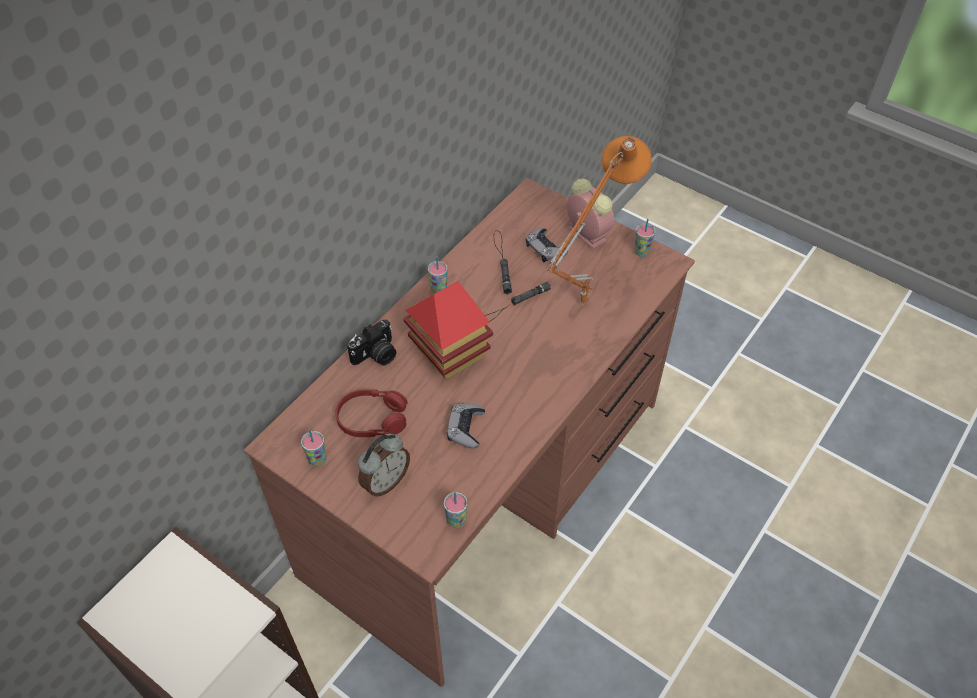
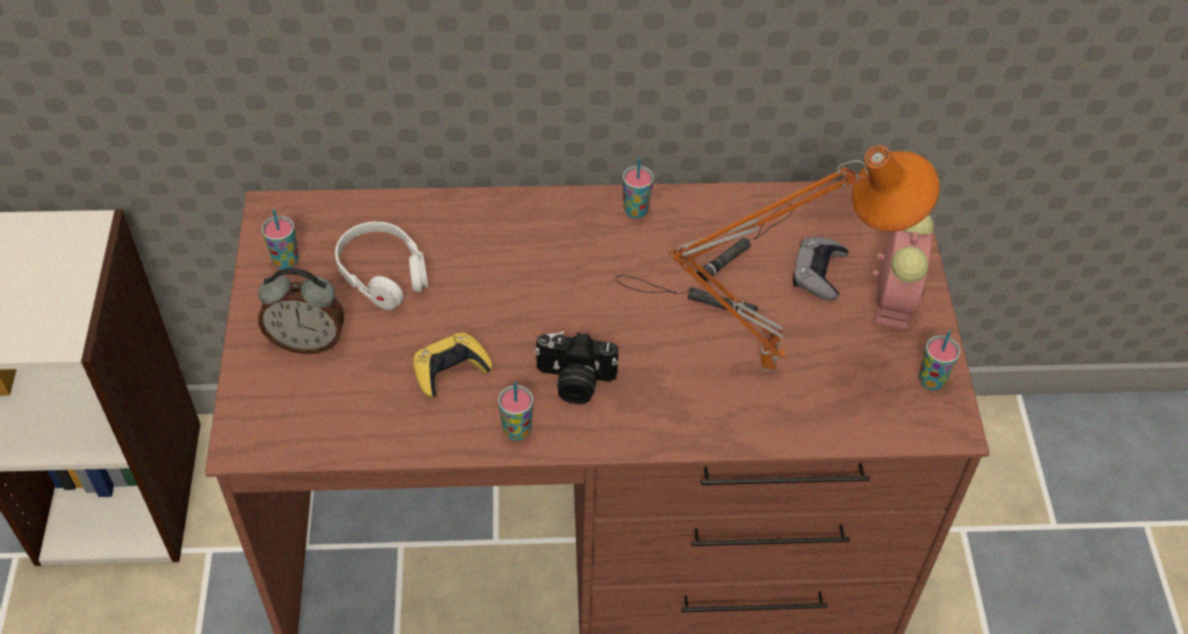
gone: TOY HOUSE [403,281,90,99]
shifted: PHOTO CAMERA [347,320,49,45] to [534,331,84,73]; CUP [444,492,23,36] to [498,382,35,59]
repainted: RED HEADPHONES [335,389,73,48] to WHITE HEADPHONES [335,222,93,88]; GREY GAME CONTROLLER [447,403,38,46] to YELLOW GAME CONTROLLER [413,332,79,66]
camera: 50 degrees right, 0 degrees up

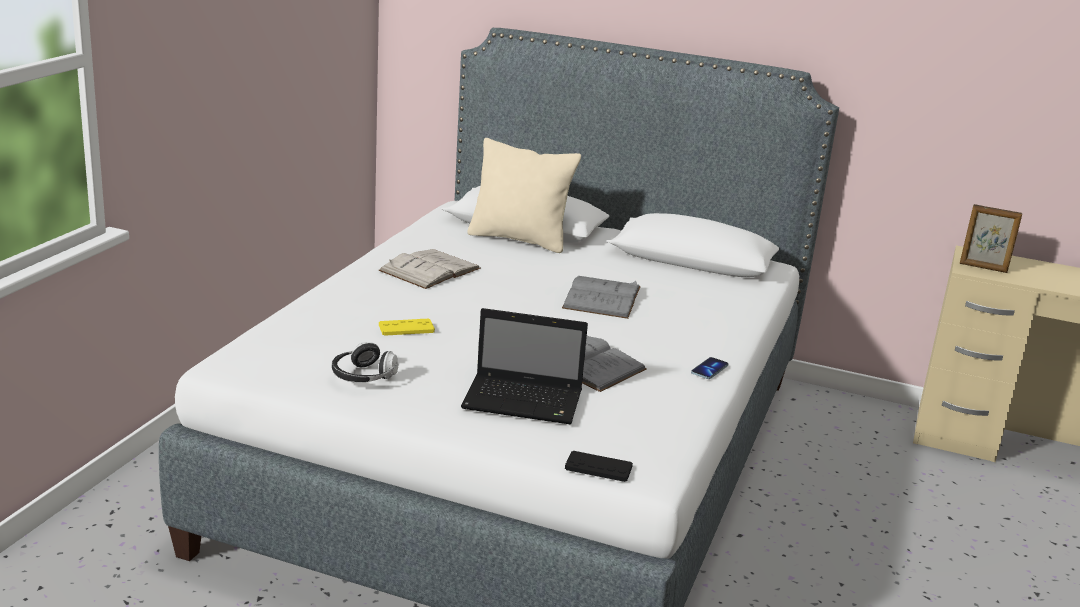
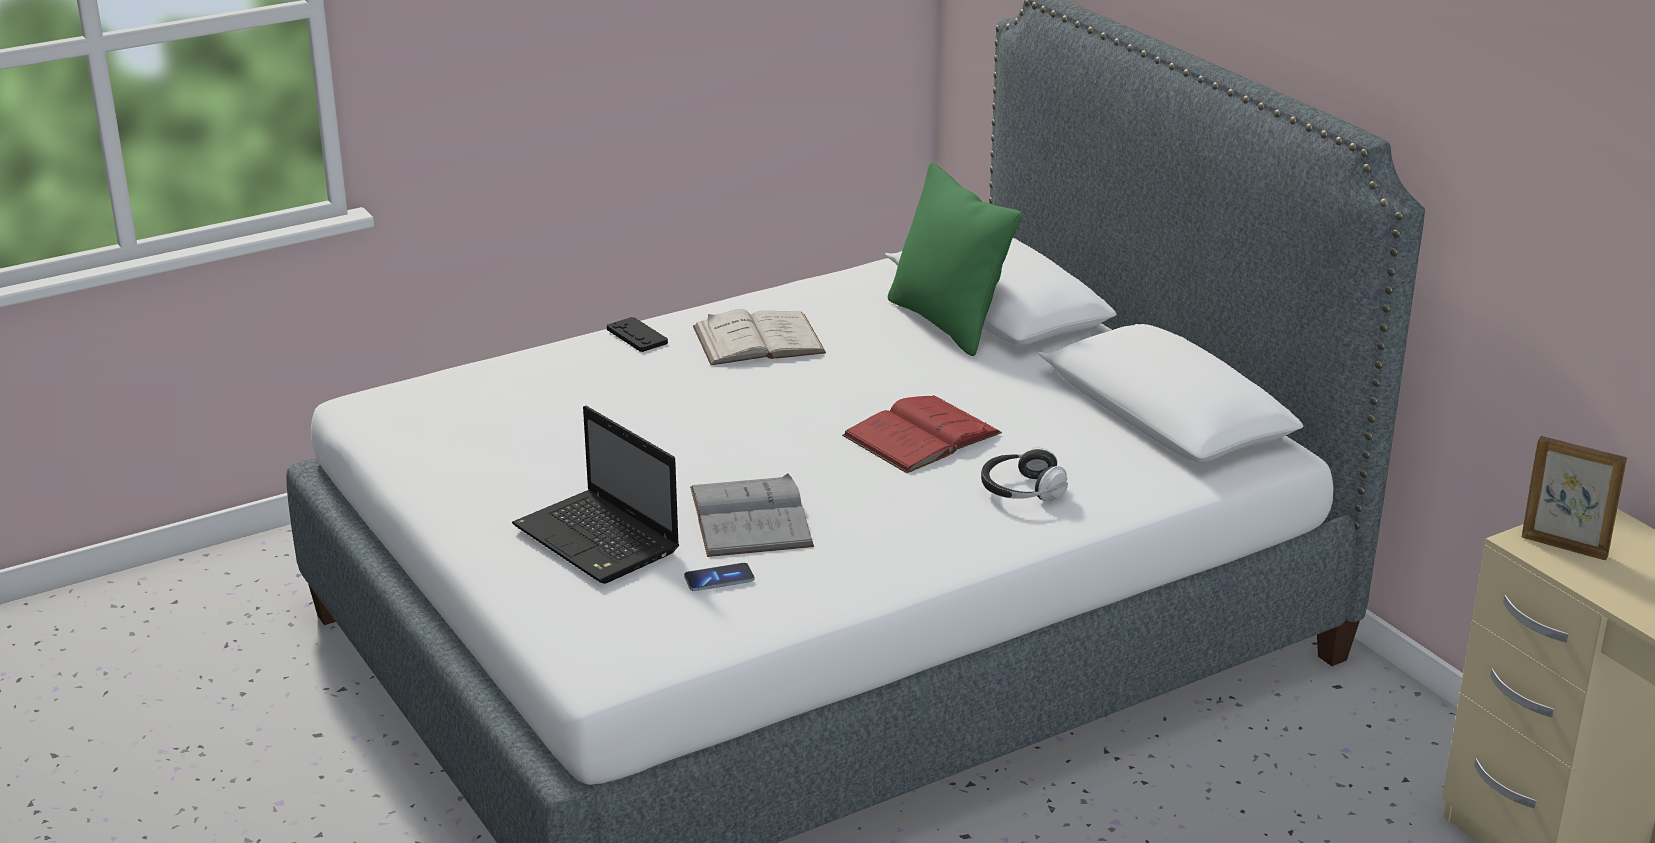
gone: YELLOW GAME CONTROLLER [379,319,56,17]
shifted: HEADPHONES [332,342,66,40] to [981,447,87,54]; BLACK GAME CONTROLLER [565,451,68,31] to [607,317,61,35]; PHONE [691,357,37,22] to [684,563,70,28]
repainted: BEIGE PILLOW [467,138,114,115] to GREEN PILLOW [888,162,134,194]; GREY BOOK [562,276,79,43] to RED BOOK [842,395,160,78]
rotated: PICTURE FRAME [960,204,62,69] = [1522,436,105,125] 150 degrees clockwise
camera: 40 degrees right, 5 degrees up

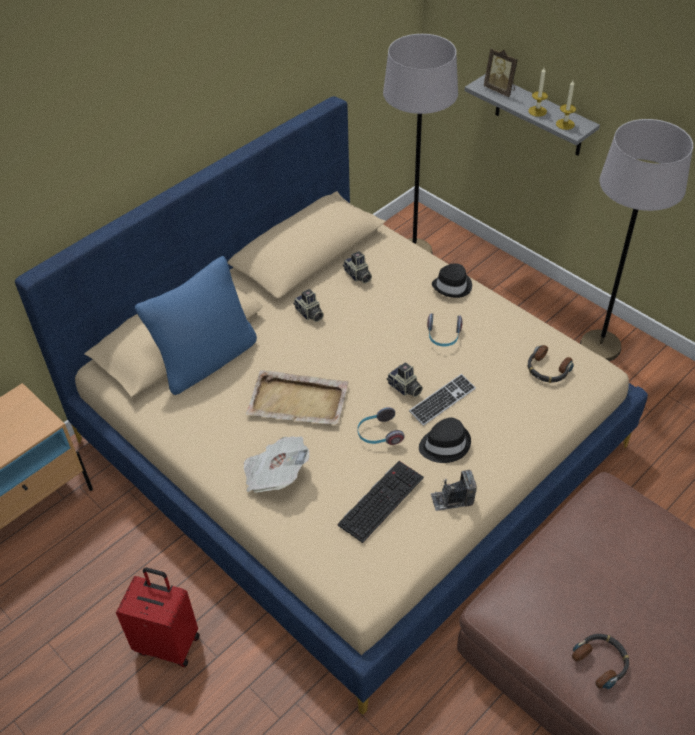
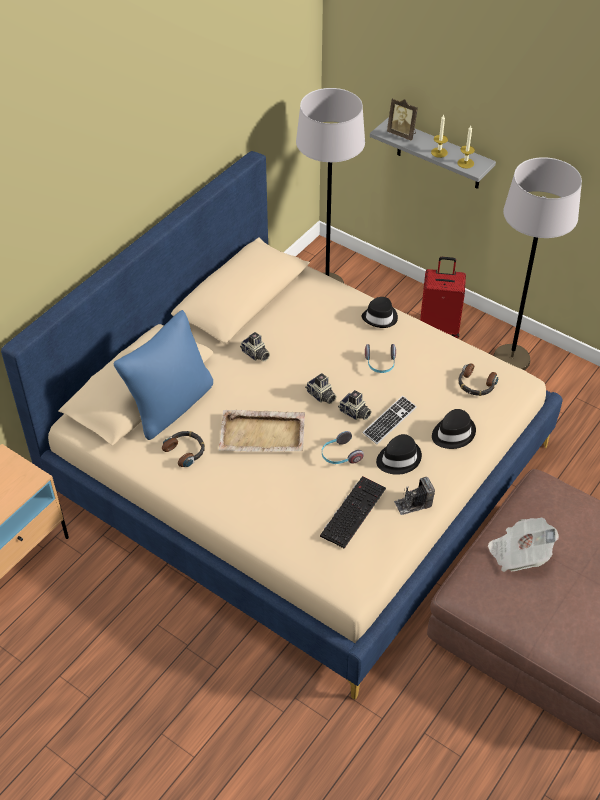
new: BLACK HAT [432,409,44,40]
shifted: RED SUITCASE [116,567,84,100] to [420,257,46,81]; NEWSPAPER [243,436,66,57] to [488,518,71,54]; PHOTO CAMERA [343,251,29,32] to [305,373,31,31]; HEADPHONES [572,634,57,55] to [162,431,43,36]
camera: 10 degrees left, 0 degrees up

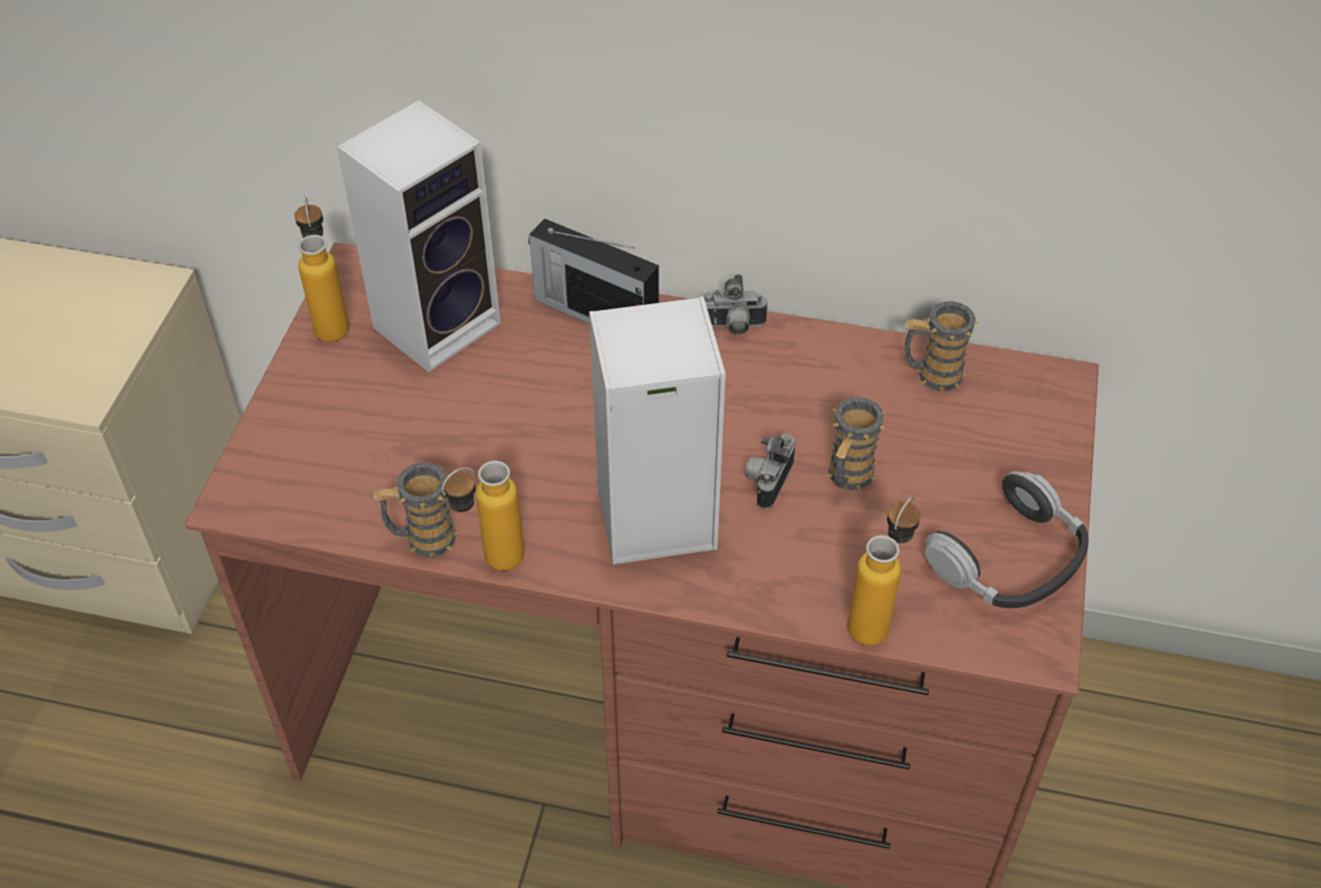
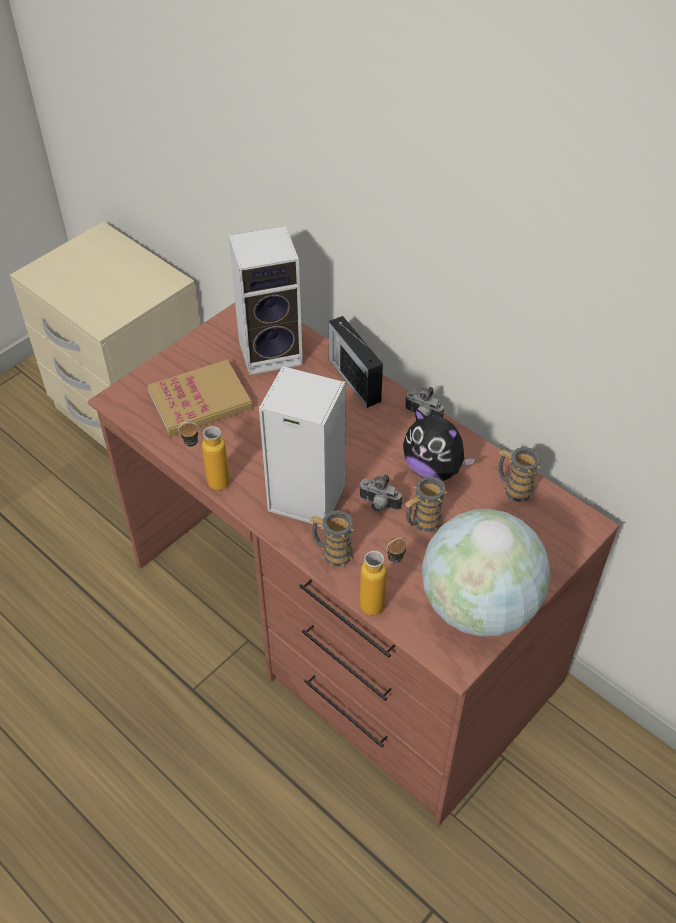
gone: BOTTLE [294,197,55,145]
new: BOOK [147,359,106,77]; PLUSH TOY [403,408,72,73]
shifted: MUG [373,463,87,95] to [310,510,44,57]
swapped: HEADPHONES [925,471,164,137] to GLOBE [422,509,129,128]
rotated: PHOTO CAMERA [745,433,50,76] = [359,474,43,38] 120 degrees counterclockwise
camera: 30 degrees right, 0 degrees up

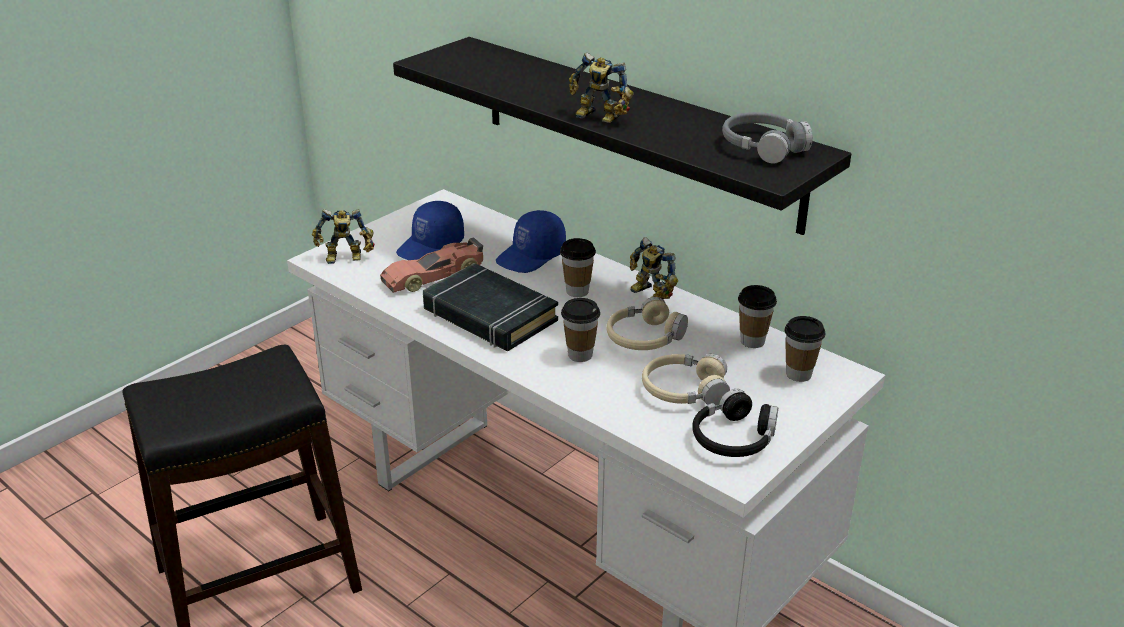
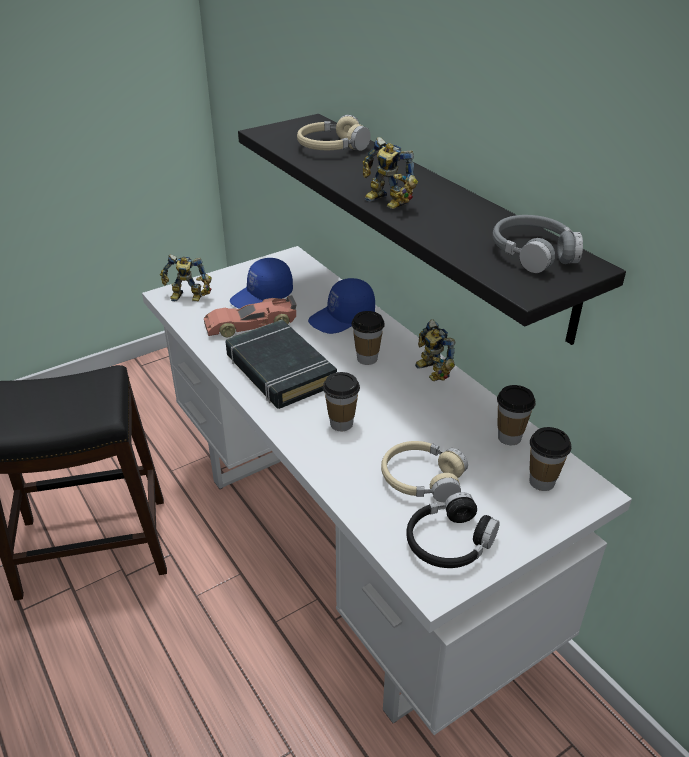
shifted: BEIGE HEADPHONES [607,297,81,53] to [297,115,74,36]
camera: 15 degrees right, 5 degrees up

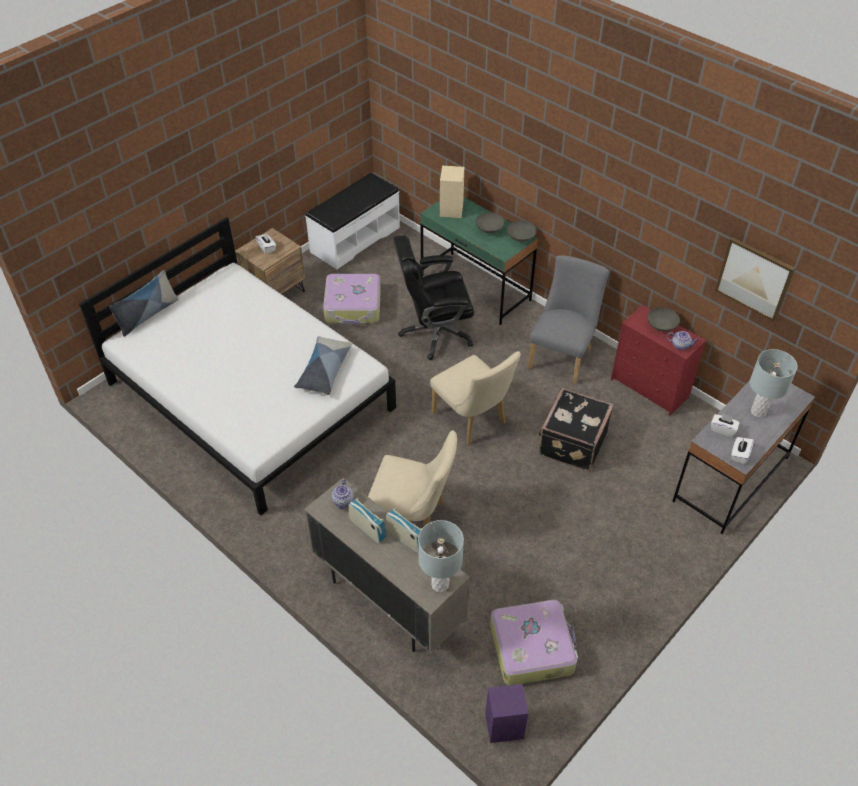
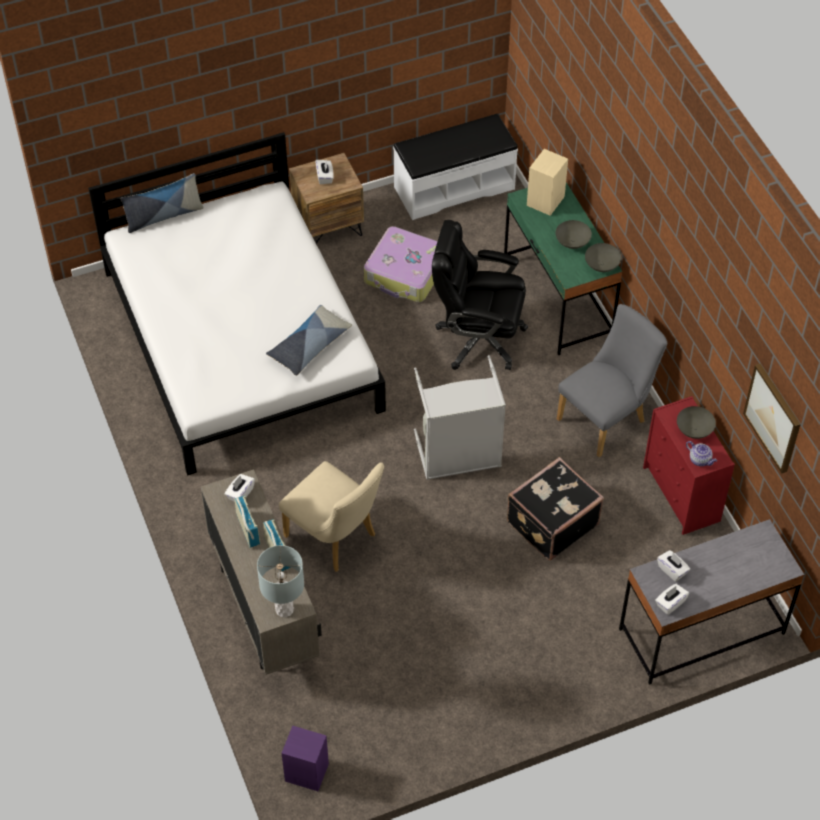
gone: SUITCASE [490,600,88,85]; GREY TABLE LAMP [750,349,47,69]
swapped: TEAPOT [332,479,22,30] to WHITE TISSUE BOX [225,474,30,28]; BEIGE CHAIR [430,351,91,94] to GREY LAUNDRY BASKET [414,355,92,125]
camera: 25 degrees right, 5 degrees up

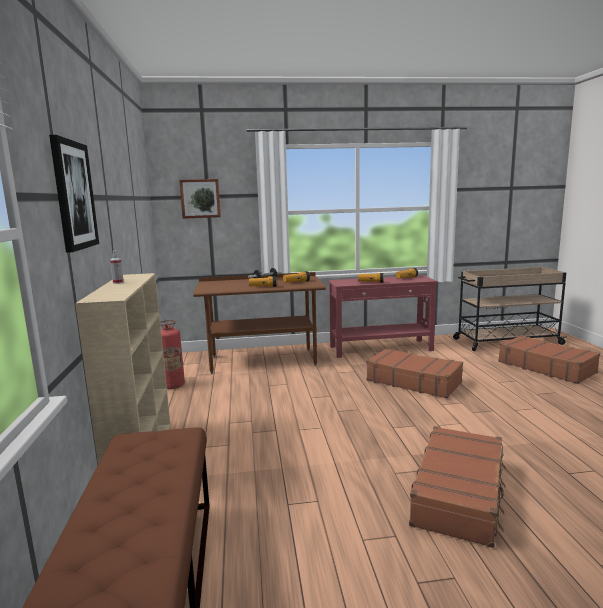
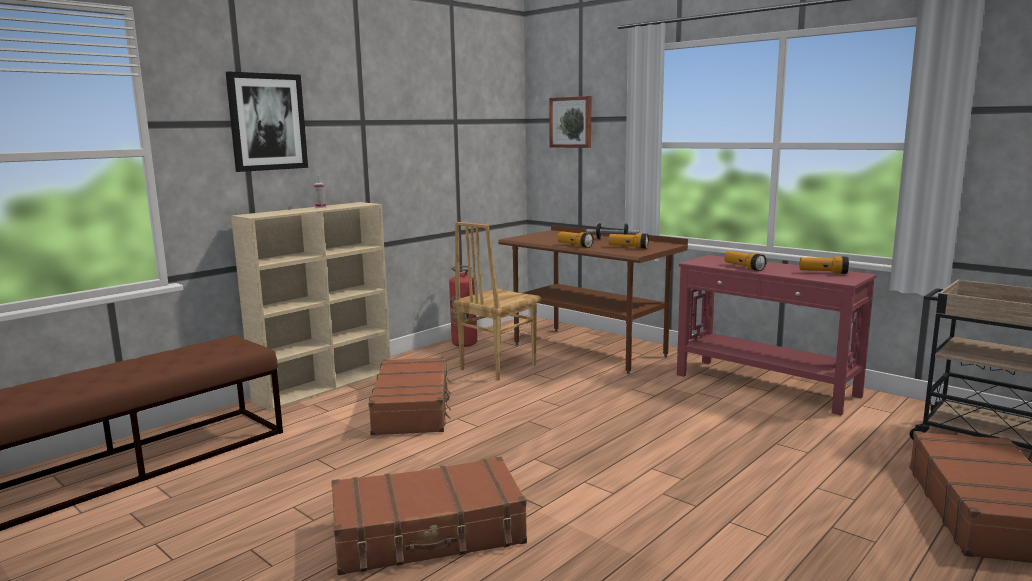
new: BROWN CHAIR [454,222,87,158]
shifted: BROWN SUITCASE [367,348,96,50] to [368,357,84,79]
camera: 50 degrees right, 0 degrees up

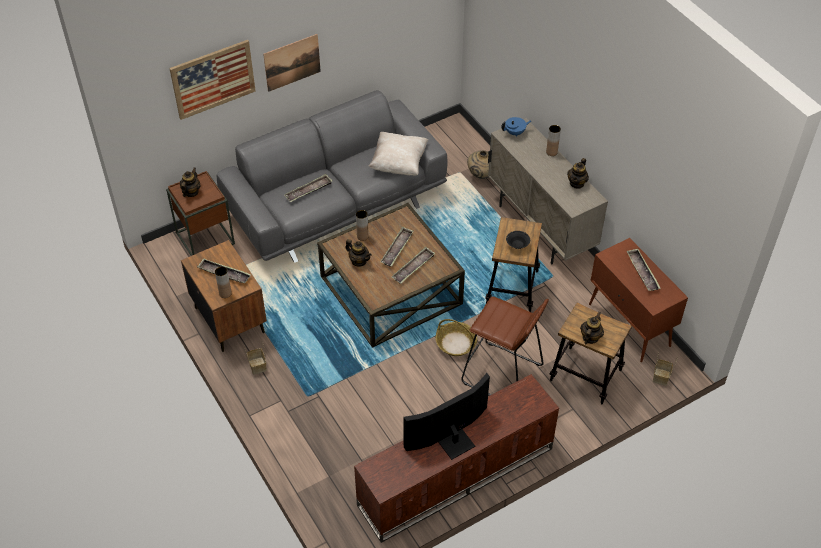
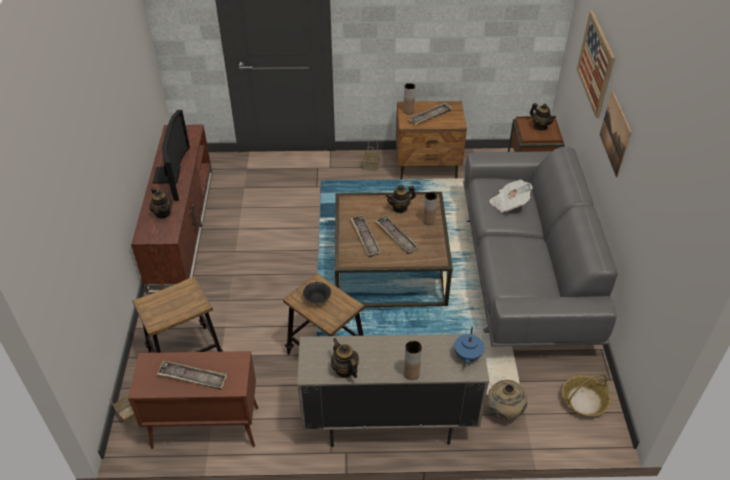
gone: BEIGE PILLOW [368,132,60,43]; BROWN STOOL [461,296,88,100]
shifted: BASKET [436,319,41,37] to [562,374,49,43]; TEAPOT [580,312,24,32] to [149,187,23,31]
swapped: TRAY [284,174,48,28] to NEWSPAPER [489,180,44,33]
camera: 120 degrees right, 5 degrees down

